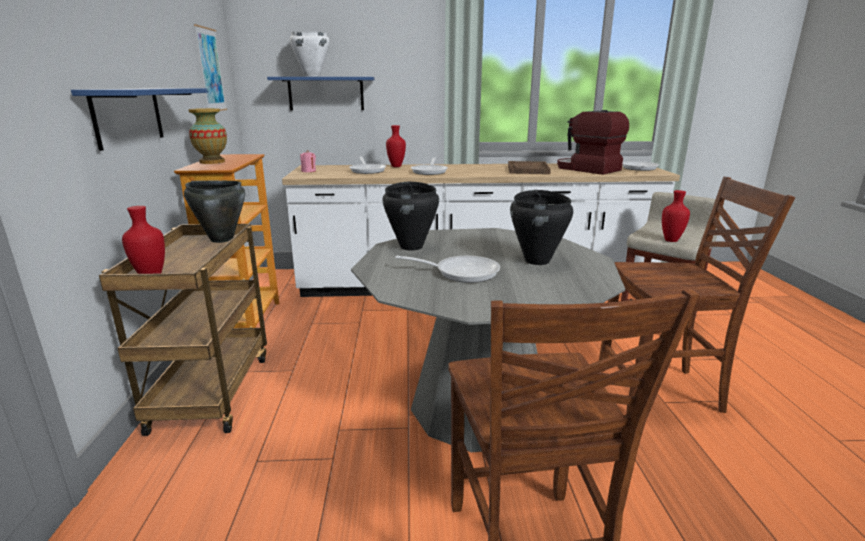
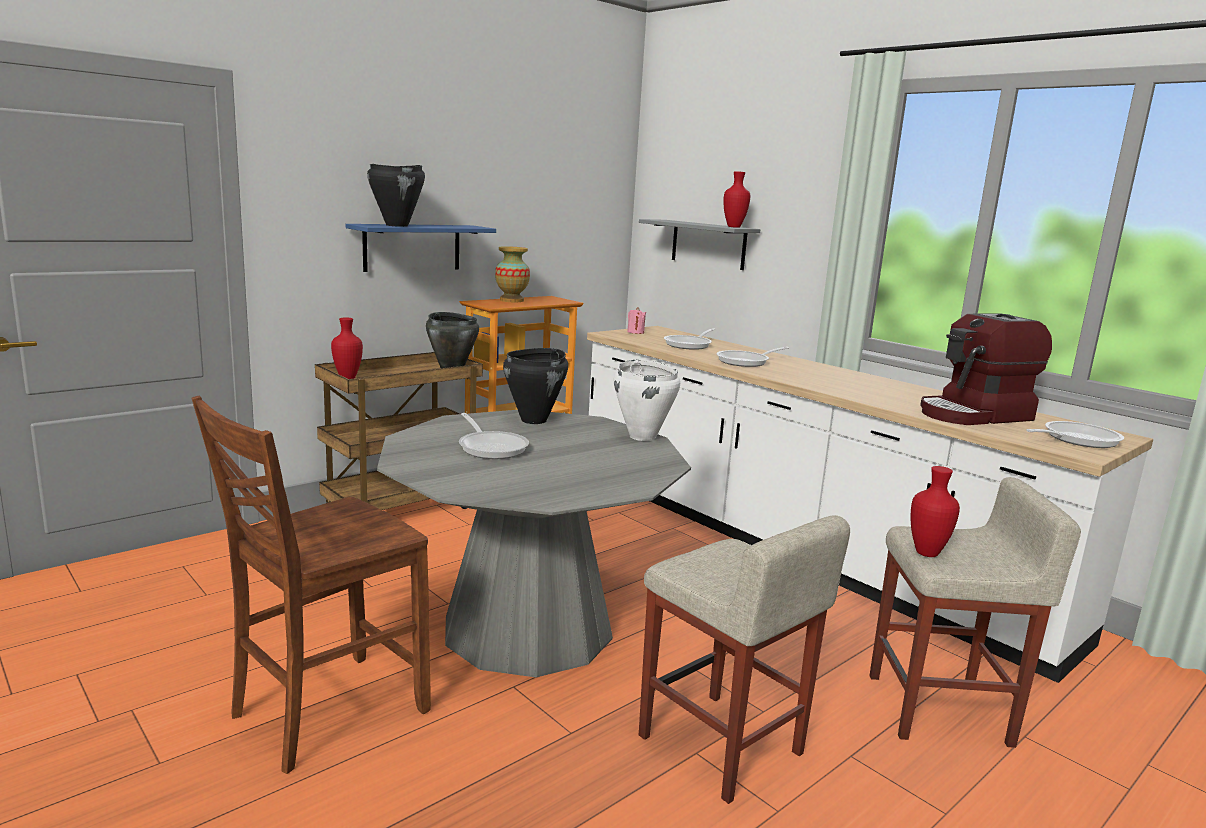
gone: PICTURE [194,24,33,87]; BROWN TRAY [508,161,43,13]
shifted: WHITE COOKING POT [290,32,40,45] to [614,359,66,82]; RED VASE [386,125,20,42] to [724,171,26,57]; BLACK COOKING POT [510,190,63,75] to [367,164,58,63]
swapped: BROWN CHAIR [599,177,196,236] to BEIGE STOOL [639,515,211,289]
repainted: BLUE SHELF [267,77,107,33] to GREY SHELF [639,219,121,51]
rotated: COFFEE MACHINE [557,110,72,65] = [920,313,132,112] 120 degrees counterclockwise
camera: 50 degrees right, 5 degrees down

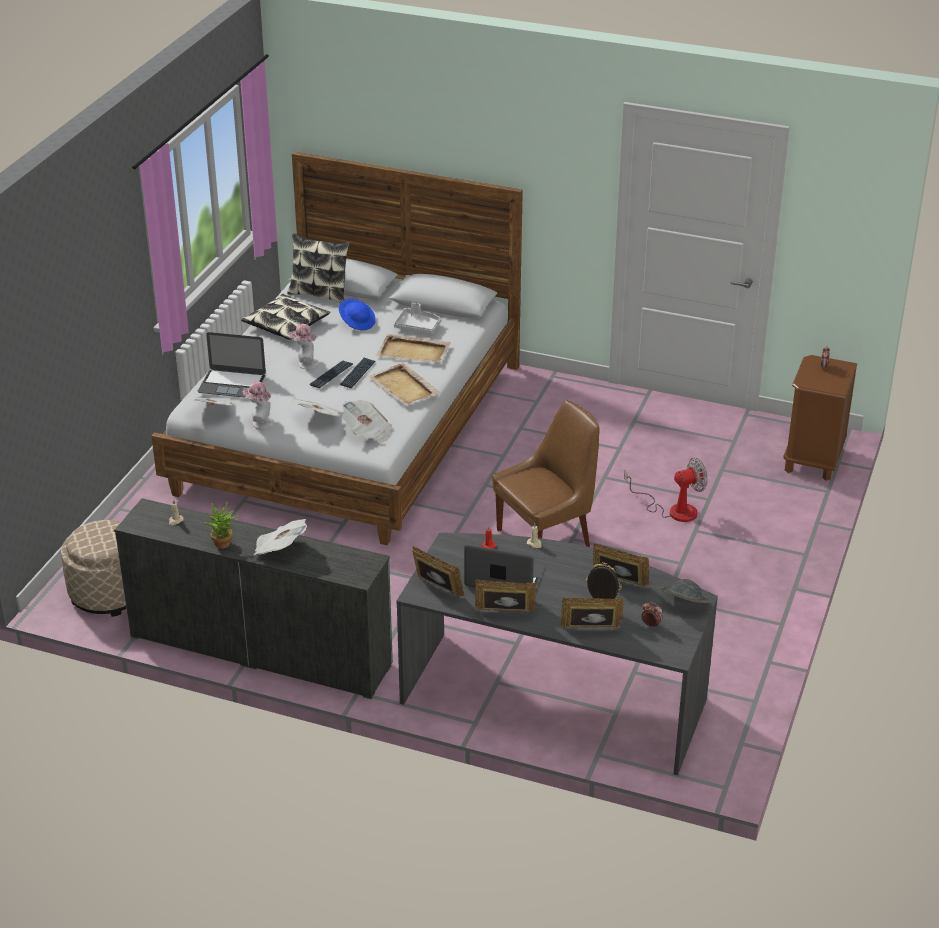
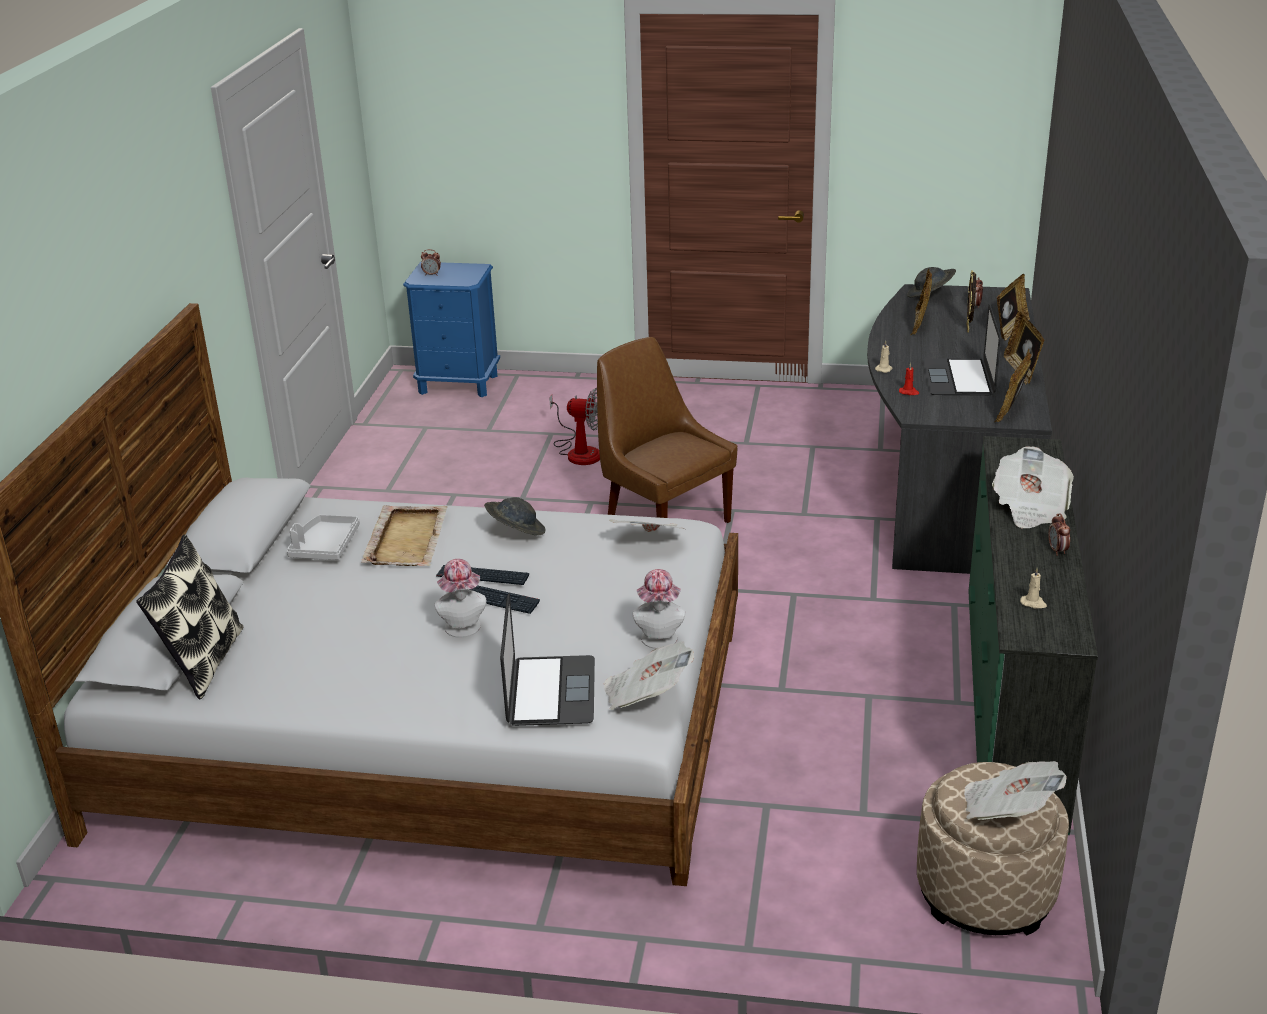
gone: PILLOW [241,294,89,46]; BLUE HAT [339,299,37,31]
shifted: NEWSPAPER [292,399,51,17] to [964,761,103,59]
swapped: POTTED PLANT [204,502,36,47] to ALARM CLOCK [1048,513,22,43]; BEIGE TRAY [368,363,72,43] to GREY HAT [484,497,62,38]
repainted: BROWN NIGHTSTAND [783,355,74,126] to BLUE NIGHTSTAND [403,262,97,135]
rotated: PICTURE FRAME [561,597,63,31] = [997,274,33,66] 135 degrees counterclockwise; FAN [624,458,84,64] = [549,388,51,77] 135 degrees clockwise
camera: 100 degrees left, 5 degrees down

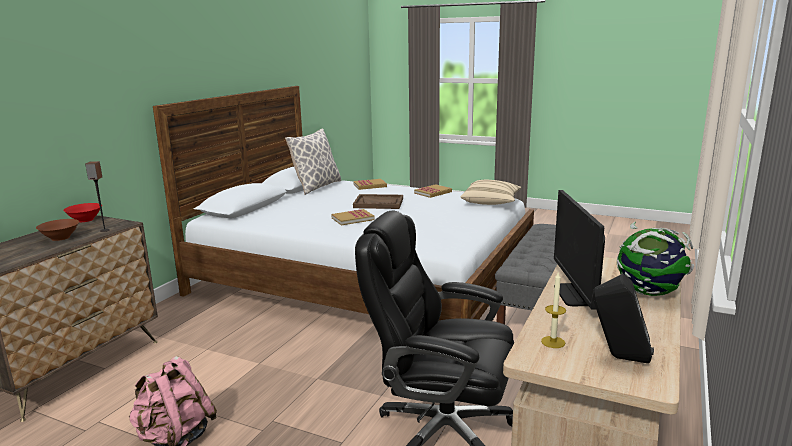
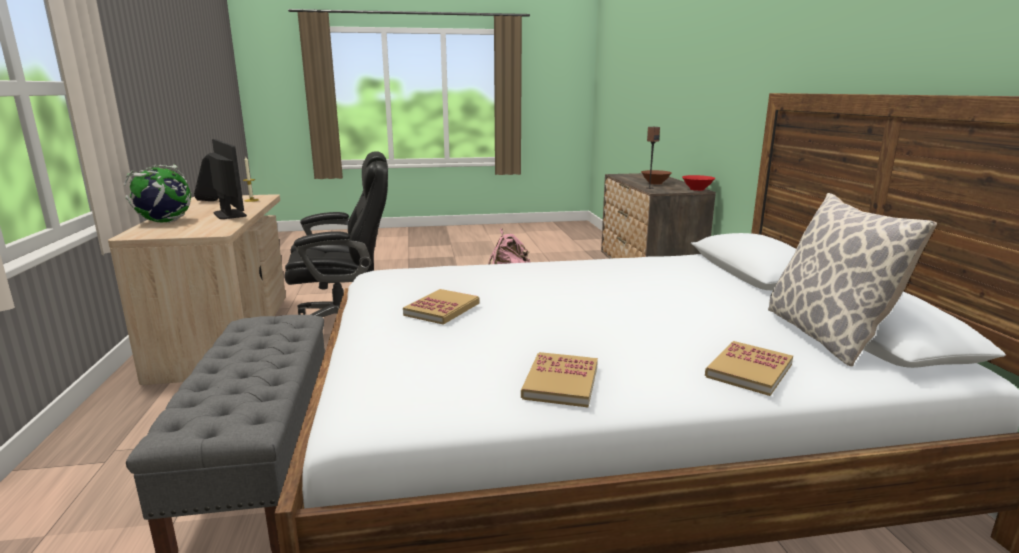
gone: BROWN TRAY [353,194,50,15]; BEIGE PILLOW [460,180,61,25]
shifted: BOOK [331,209,43,17] to [403,289,77,36]
camera: 145 degrees right, 0 degrees up

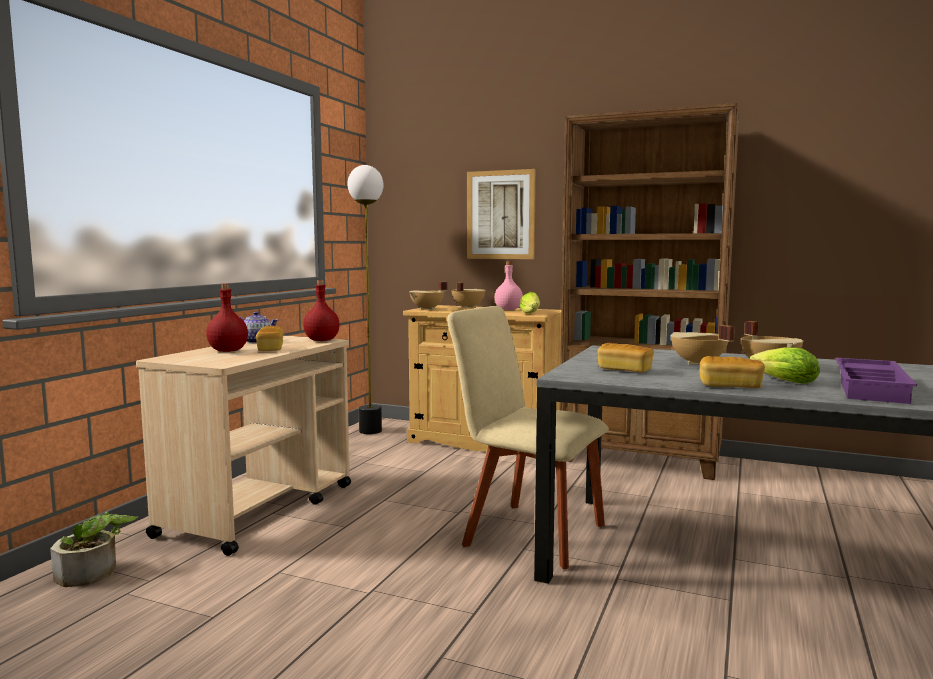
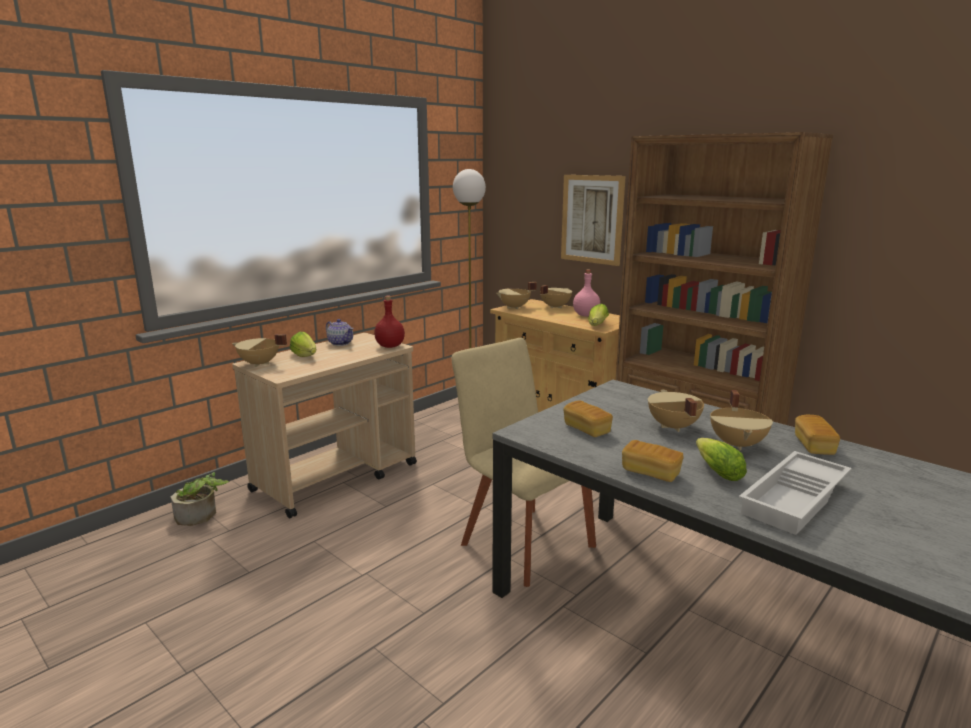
new: BEIGE COOKING POT [232,334,55,33]
shifted: BREAD [256,326,28,25] to [795,415,45,40]
swapped: RED BOTTLE [206,284,42,68] to LETTUCE [290,332,26,25]
repainted: PURPLE TRAY [836,358,81,46] to WHITE TRAY [739,451,113,84]
camera: 20 degrees right, 10 degrees up

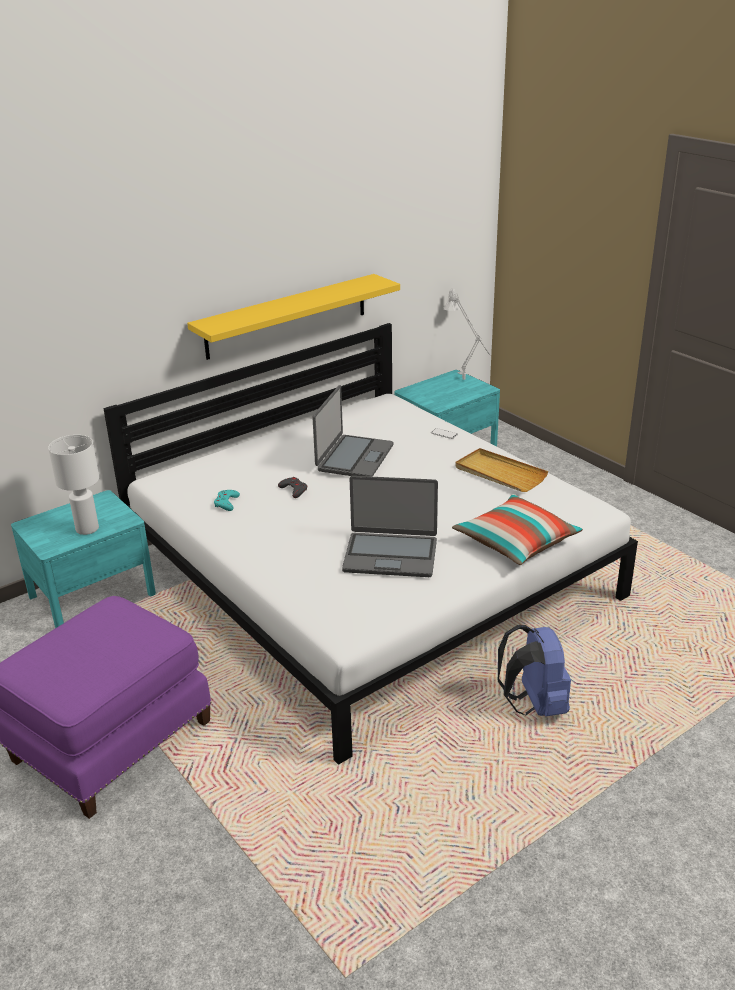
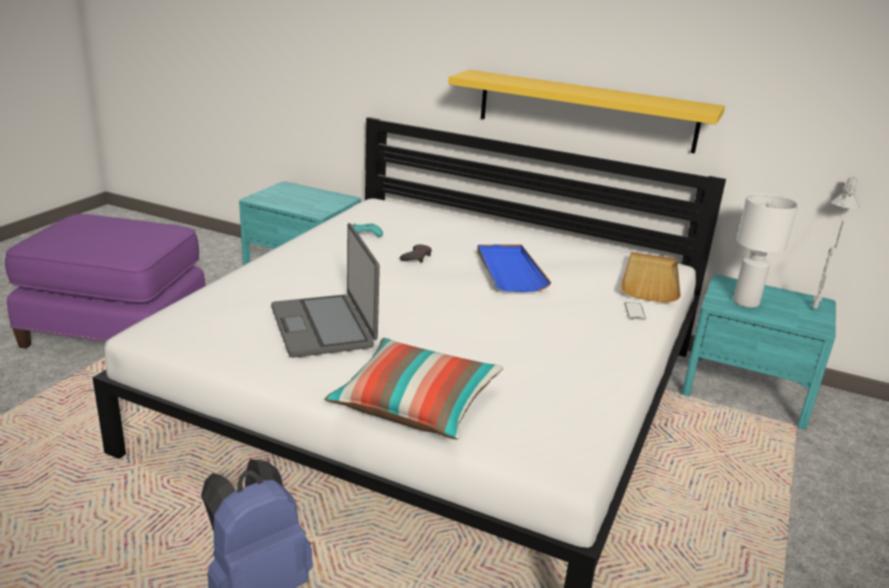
shifted: WHITE TABLE LAMP [48,435,51,100] to [733,193,65,115]; BEIGE TRAY [455,448,93,44] to [621,252,60,51]
swapped: LAPTOP [312,385,81,92] to BLUE TRAY [477,245,74,47]
camera: 60 degrees right, 5 degrees down

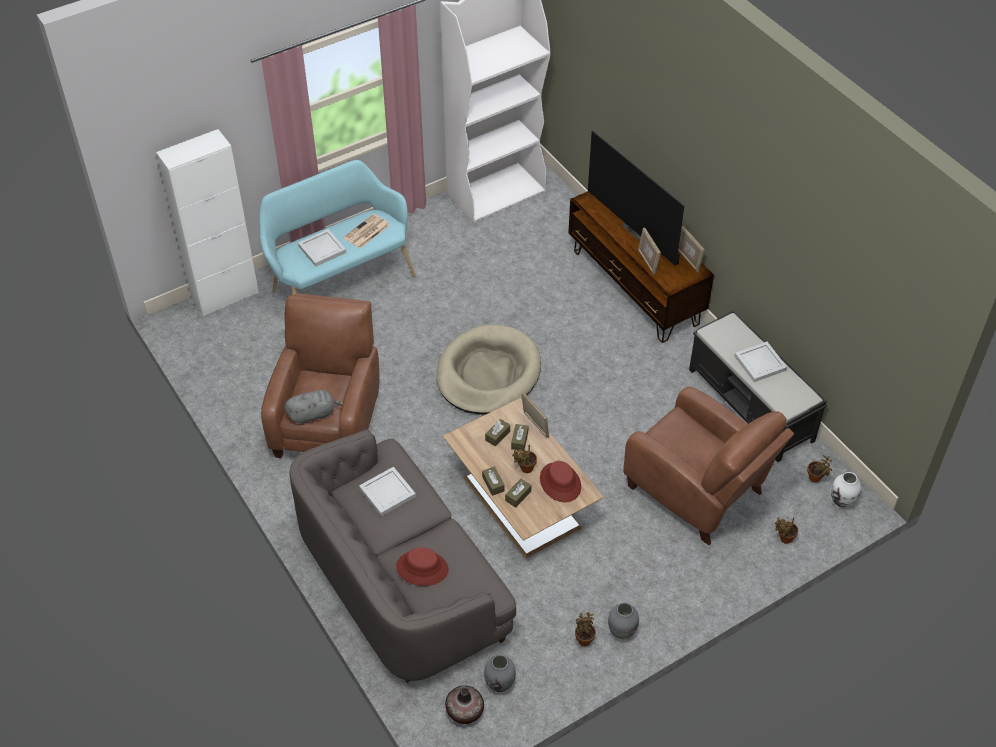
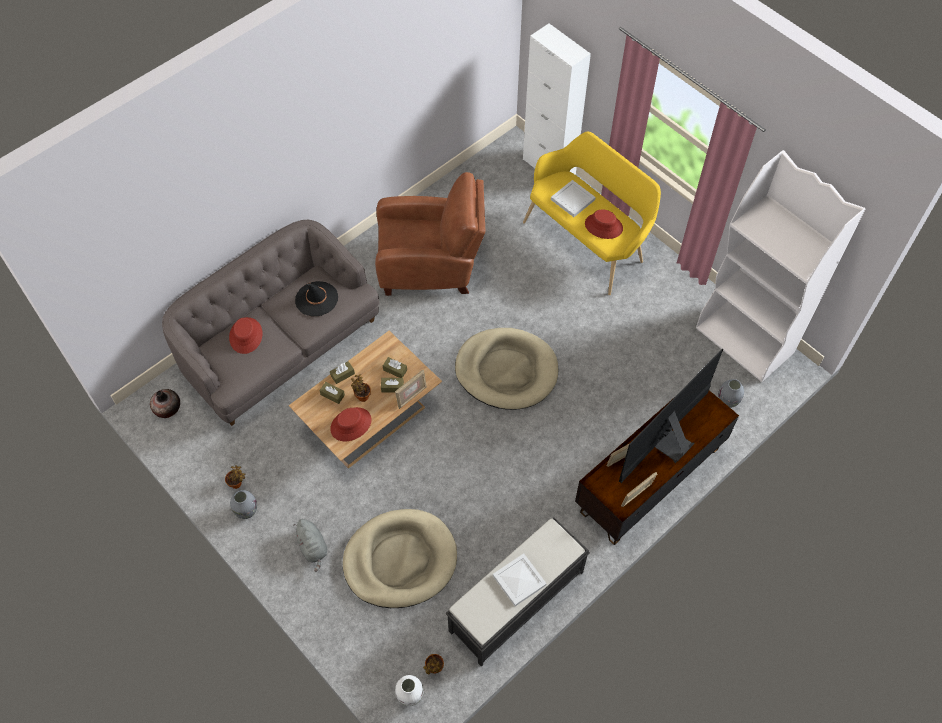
gone: POTTED PLANT [775,517,23,27]
shifted: GREY PLUSH TOY [285,390,58,34] to [293,519,34,53]; GREY VASE [484,655,32,37] to [718,379,26,29]
swapped: NEWSPAPER [343,214,47,34] to RED HAT [585,209,38,30]; WHITE TRAY [359,467,57,49] to BLACK HAT [295,281,43,35]; BROWN ARMCHAIR [623,387,171,158] to BEIGE DOG BED [342,509,115,99]
repainted: TURQUOISE BENCH [259,160,157,135] to YELLOW BENCH [523,131,138,164]
camera: 80 degrees right, 10 degrees up

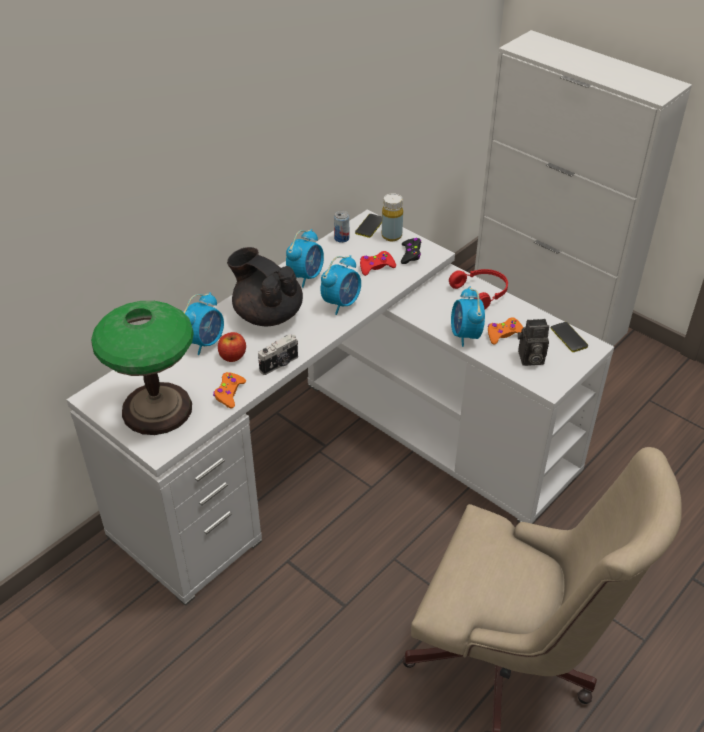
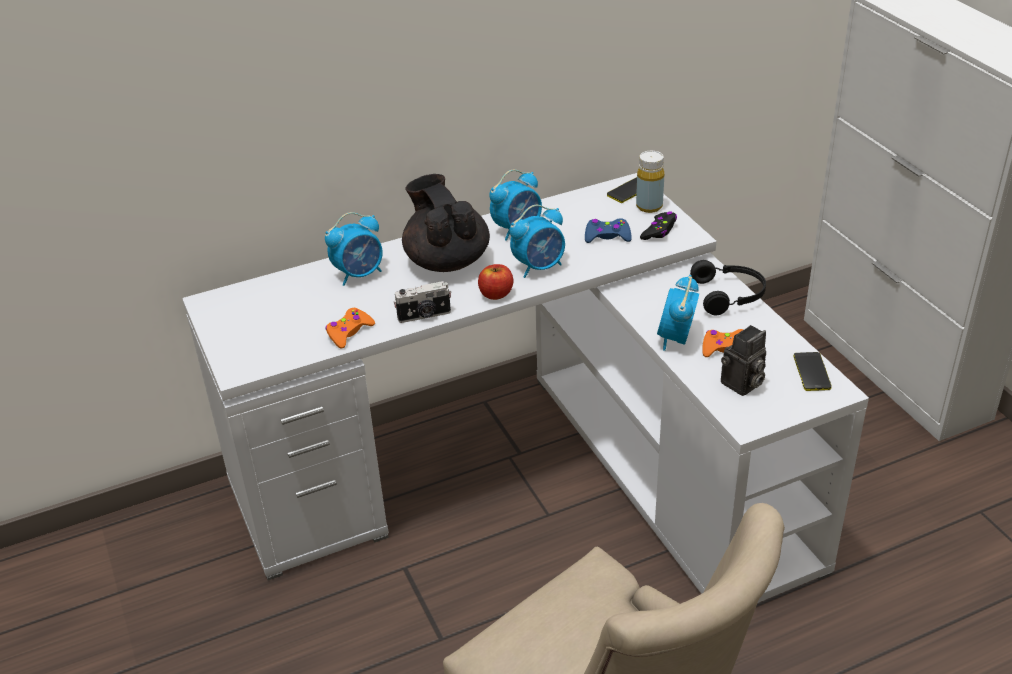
gone: TABLE LAMP [91,301,103,134]; CAN [334,211,15,32]
shifted: APPLE [218,332,28,30] to [478,264,35,36]
repainted: RED GAME CONTROLLER [360,251,36,25] to BLUE GAME CONTROLLER [585,218,47,25]; RED HEADPHONES [449,269,59,40] to BLACK HEADPHONES [690,260,76,55]
rotated: PHOTO CAMERA [518,319,31,47] = [721,325,45,71] 60 degrees counterclockwise
camera: 25 degrees right, 5 degrees down

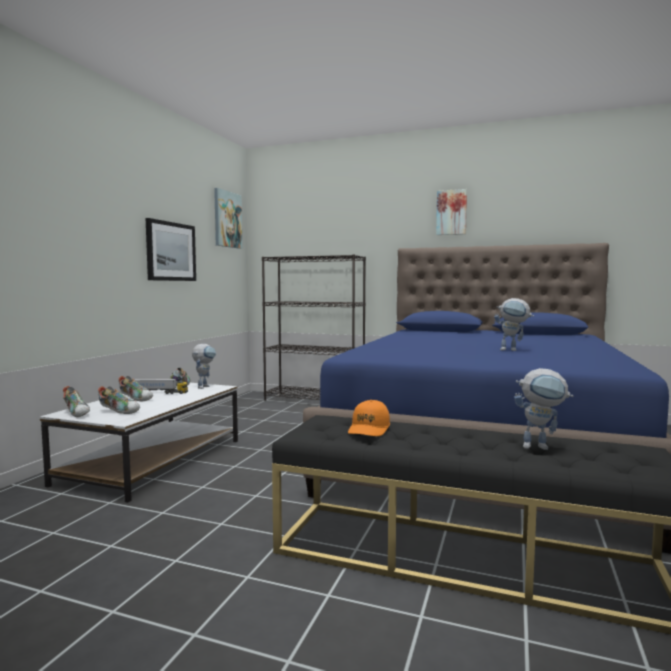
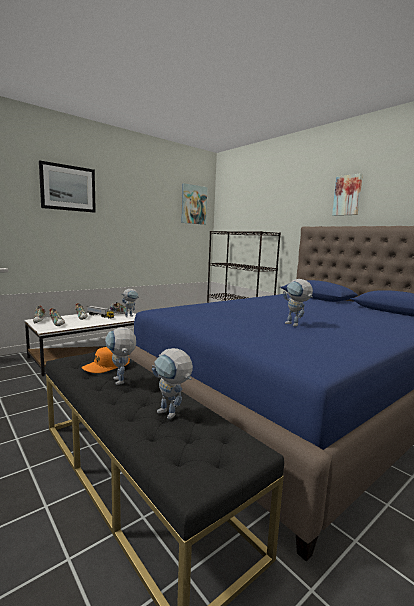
new: TOY ROBOT [105,327,31,58]
shifted: PICTURE [146,218,50,63] to [39,160,57,53]
camera: 30 degrees right, 5 degrees up

